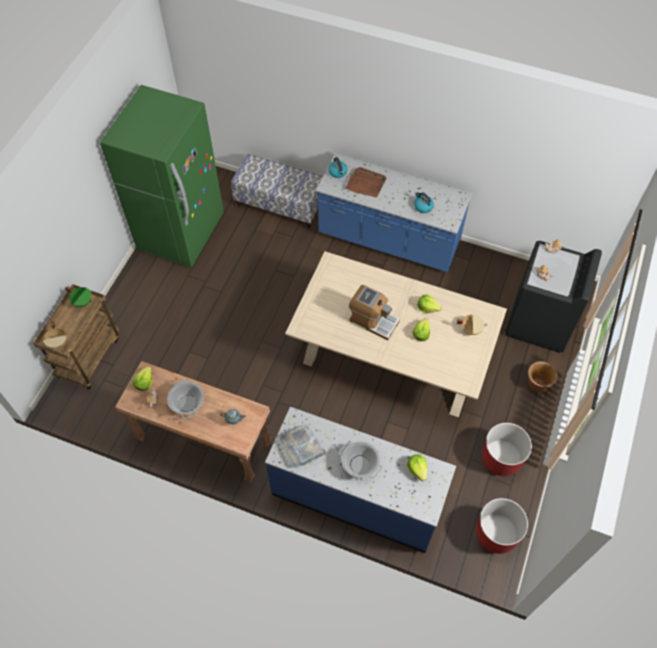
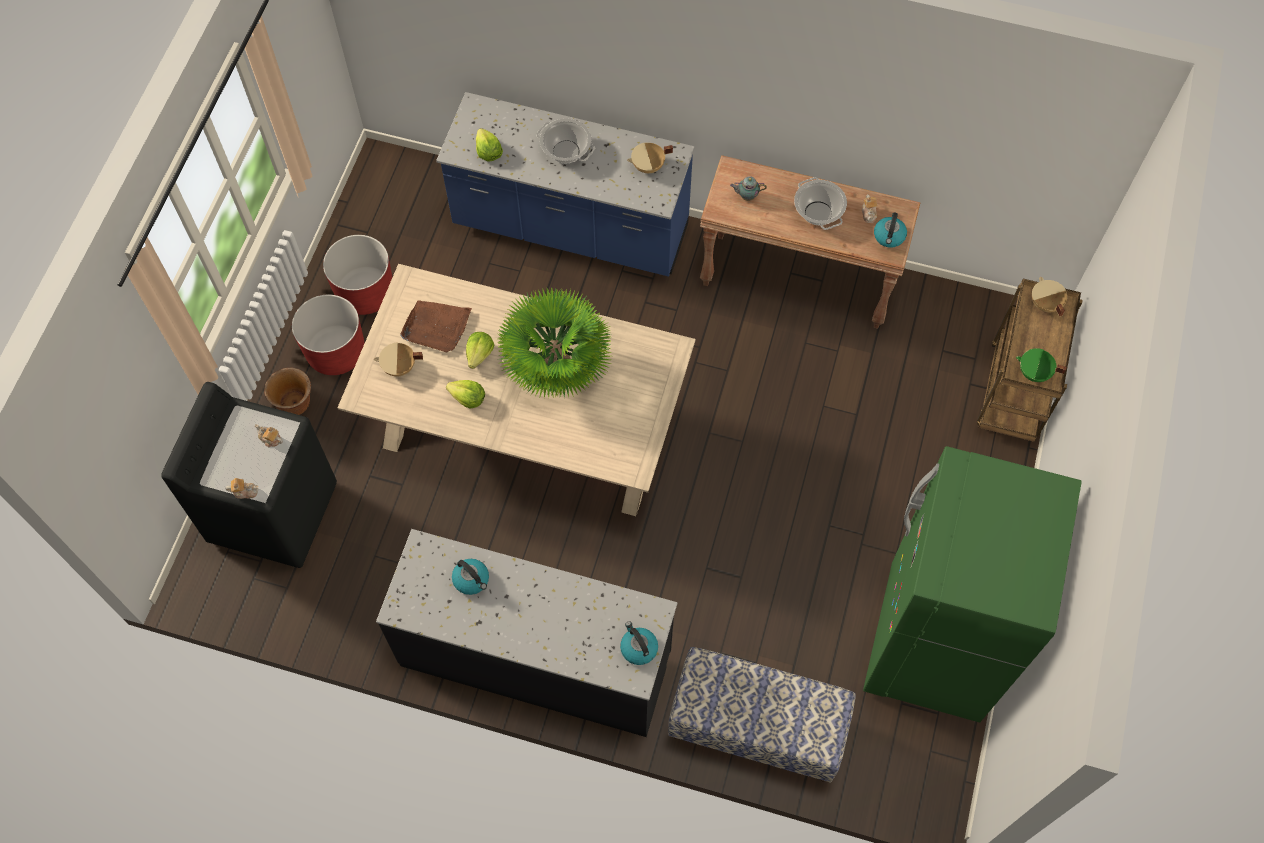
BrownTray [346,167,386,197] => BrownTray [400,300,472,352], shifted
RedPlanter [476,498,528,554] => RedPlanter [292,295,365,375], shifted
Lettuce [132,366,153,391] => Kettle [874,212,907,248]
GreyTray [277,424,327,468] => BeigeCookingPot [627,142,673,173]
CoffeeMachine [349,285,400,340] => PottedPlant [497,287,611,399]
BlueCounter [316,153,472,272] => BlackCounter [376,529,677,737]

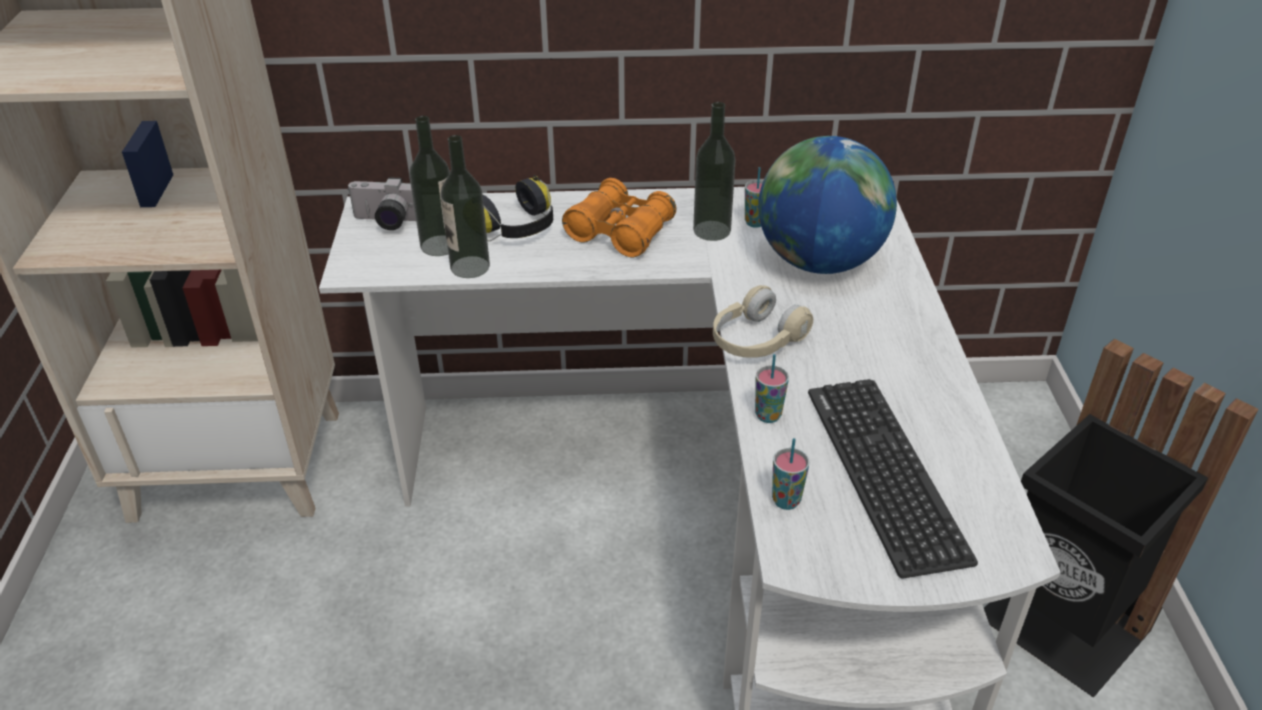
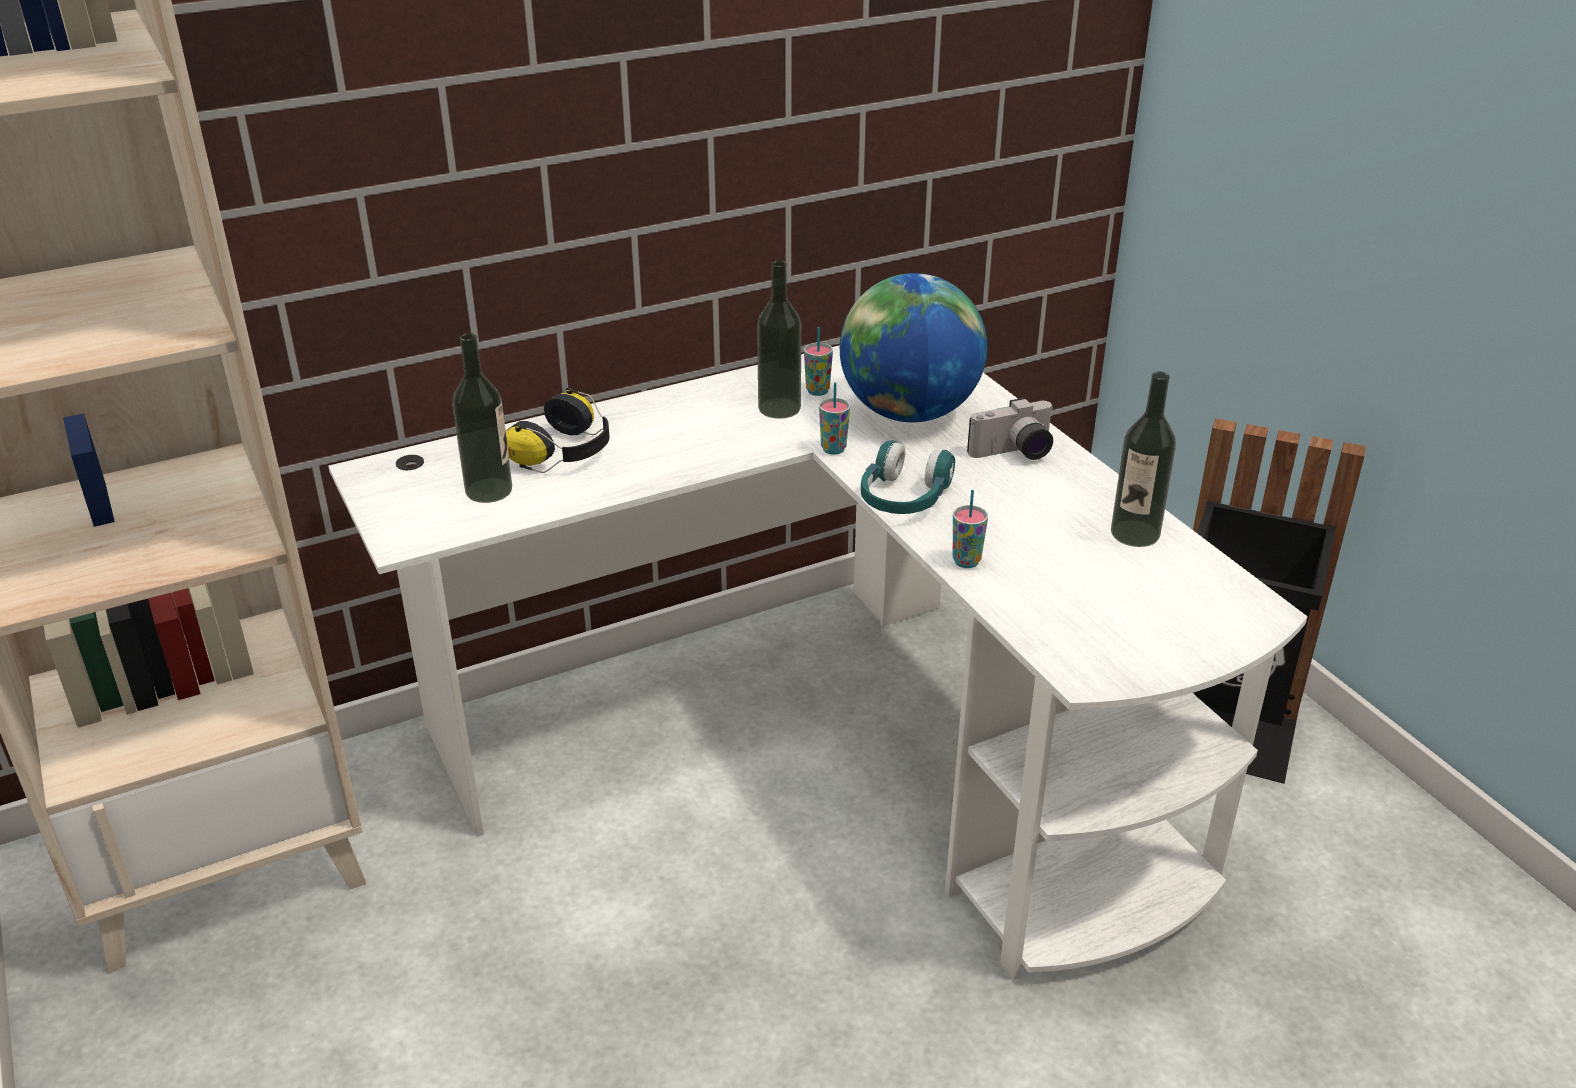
OrangeBinoculars [562,178,676,257] => nothing
Keyboard [808,379,978,578] => nothing
PhotoCamera [347,177,416,230] => PhotoCamera [967,398,1054,460], shifted
Bottle [441,135,490,278] => Bottle [1111,371,1176,547], shifted
Cup [772,438,810,510] => Cup [819,382,850,455], shifted
BeigeHeadphones [713,285,813,358] => TurquoiseHeadphones [861,440,955,514]

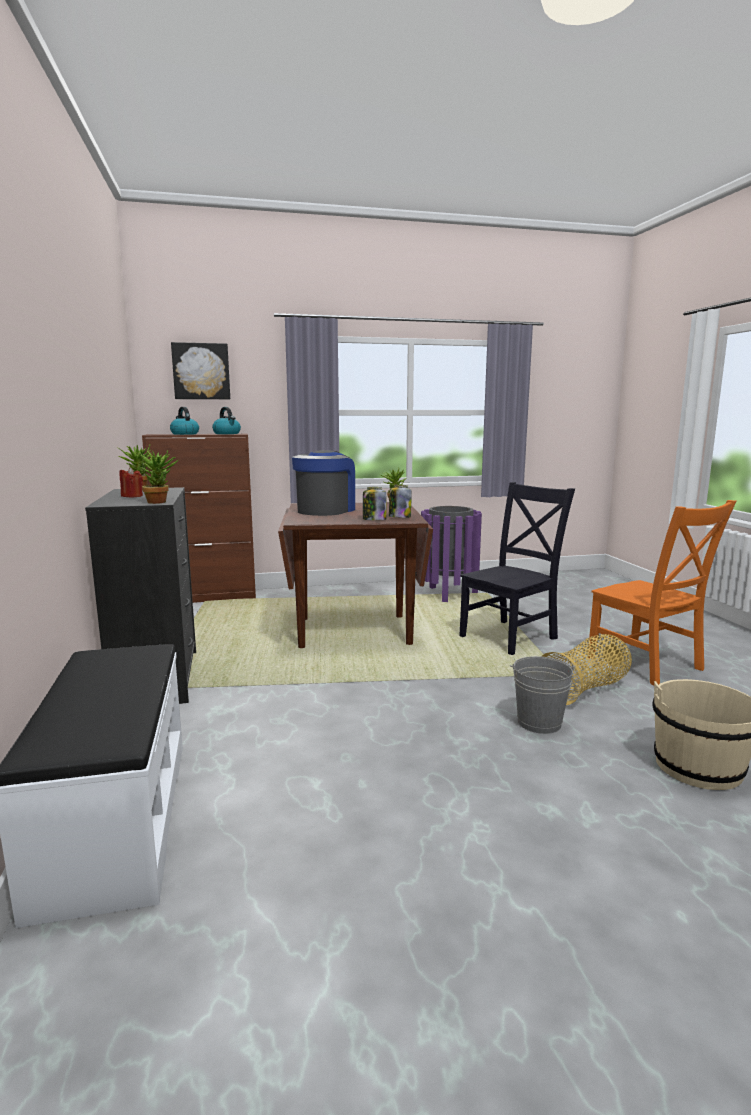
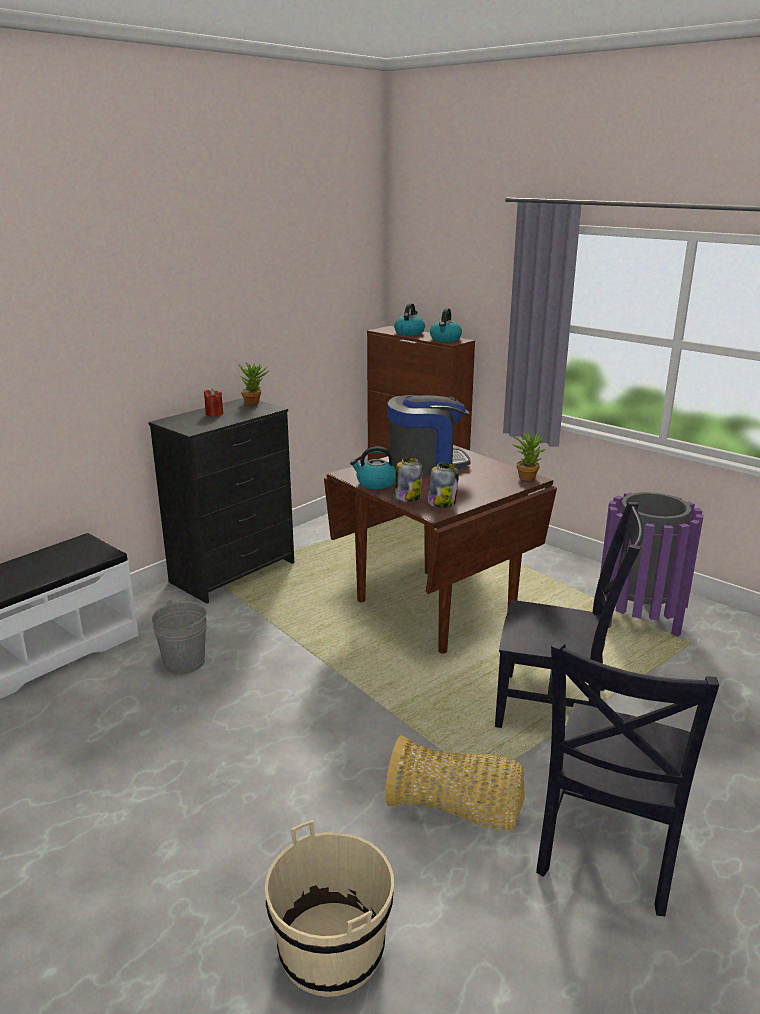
PottedPlant [137,450,178,504] => nothing
Picture [171,342,230,399] => nothing
nothing => Kettle [350,446,396,489]
GreyBucket [510,656,575,734] => GreyBucket [151,600,207,674], shifted
OrangeChair [588,500,736,685] => BlackChair [536,641,719,916]

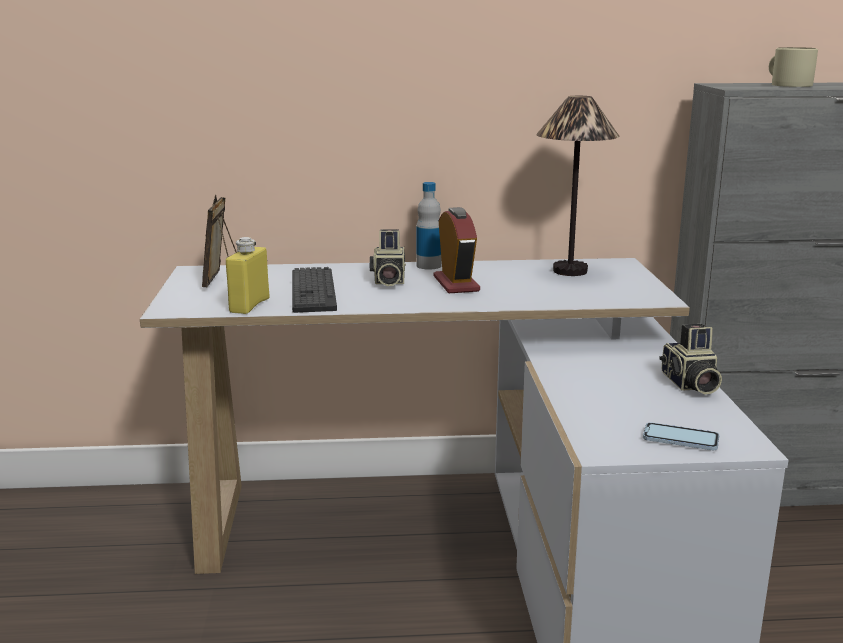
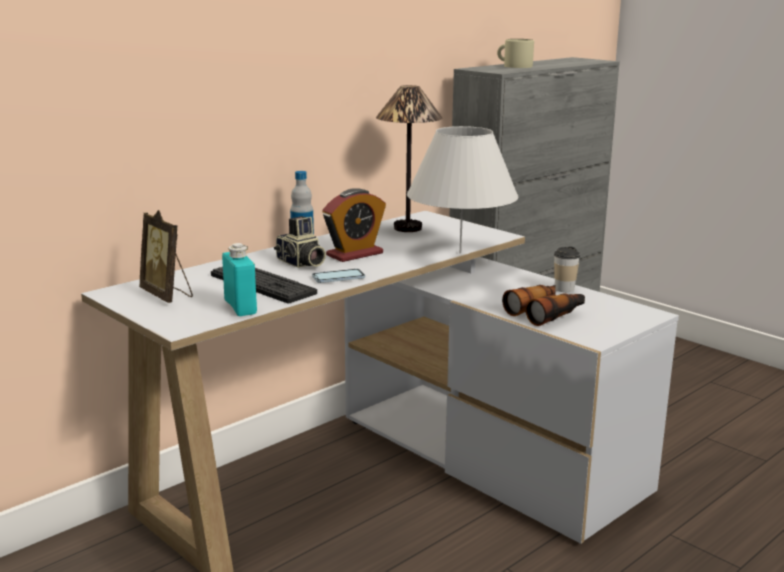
nothing => WhiteTableLamp [407,126,519,254]
nothing => Binoculars [502,285,585,326]
Phone [643,422,719,450] => Phone [312,269,365,283], shifted
PhotoCamera [659,324,722,395] => Cup [554,246,580,292]
YellowBottle [226,237,269,314] => TurquoiseBottle [222,243,257,316]
AlarmClock [434,207,480,293] => AlarmClock [322,188,386,262], 105 degrees clockwise

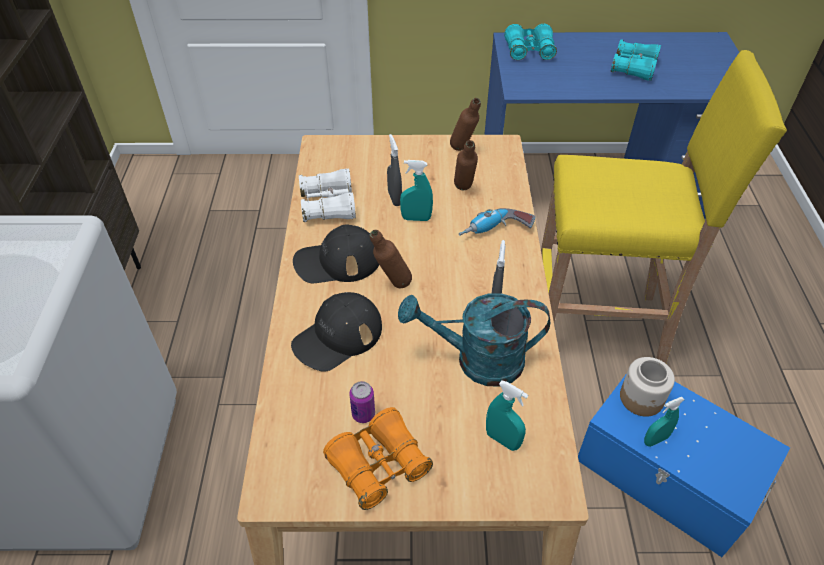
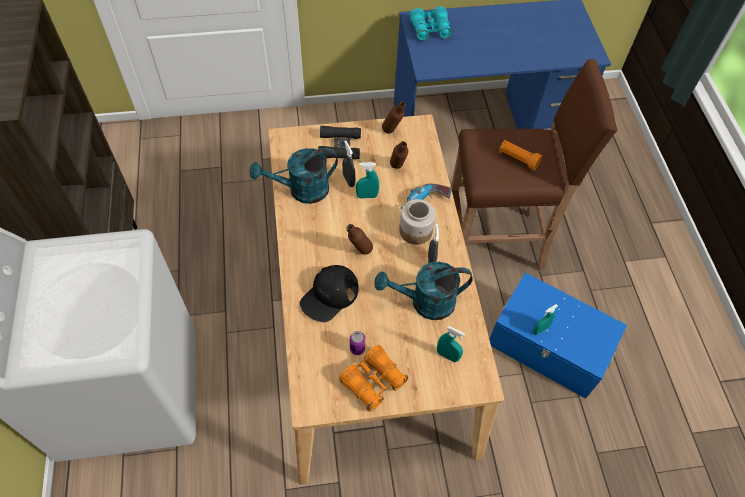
BlackCap [293,224,379,283] => nothing
TurquoiseBinoculars [611,39,661,81] => nothing
nothing => BlackBinoculars [318,126,361,159]
nothing => OrangeFlashlight [499,140,542,171]
Jar [620,357,675,417] => Jar [399,199,436,245], shifted
WhiteBinoculars [299,168,356,222] => TurquoiseWateringCan [250,148,338,204]
YellowStool [541,50,787,363] => BrownStool [451,59,618,270]

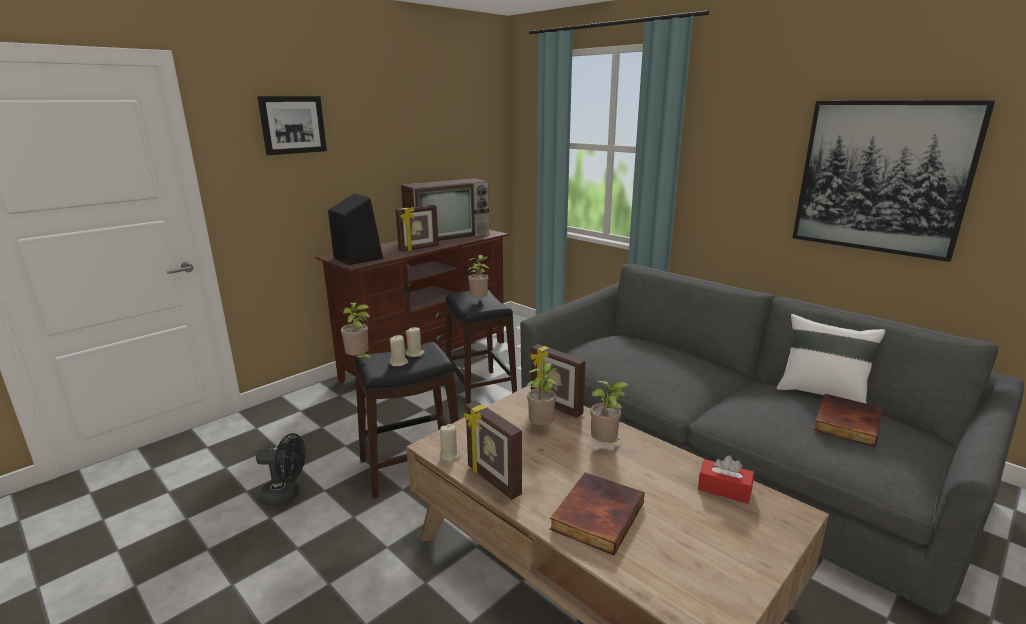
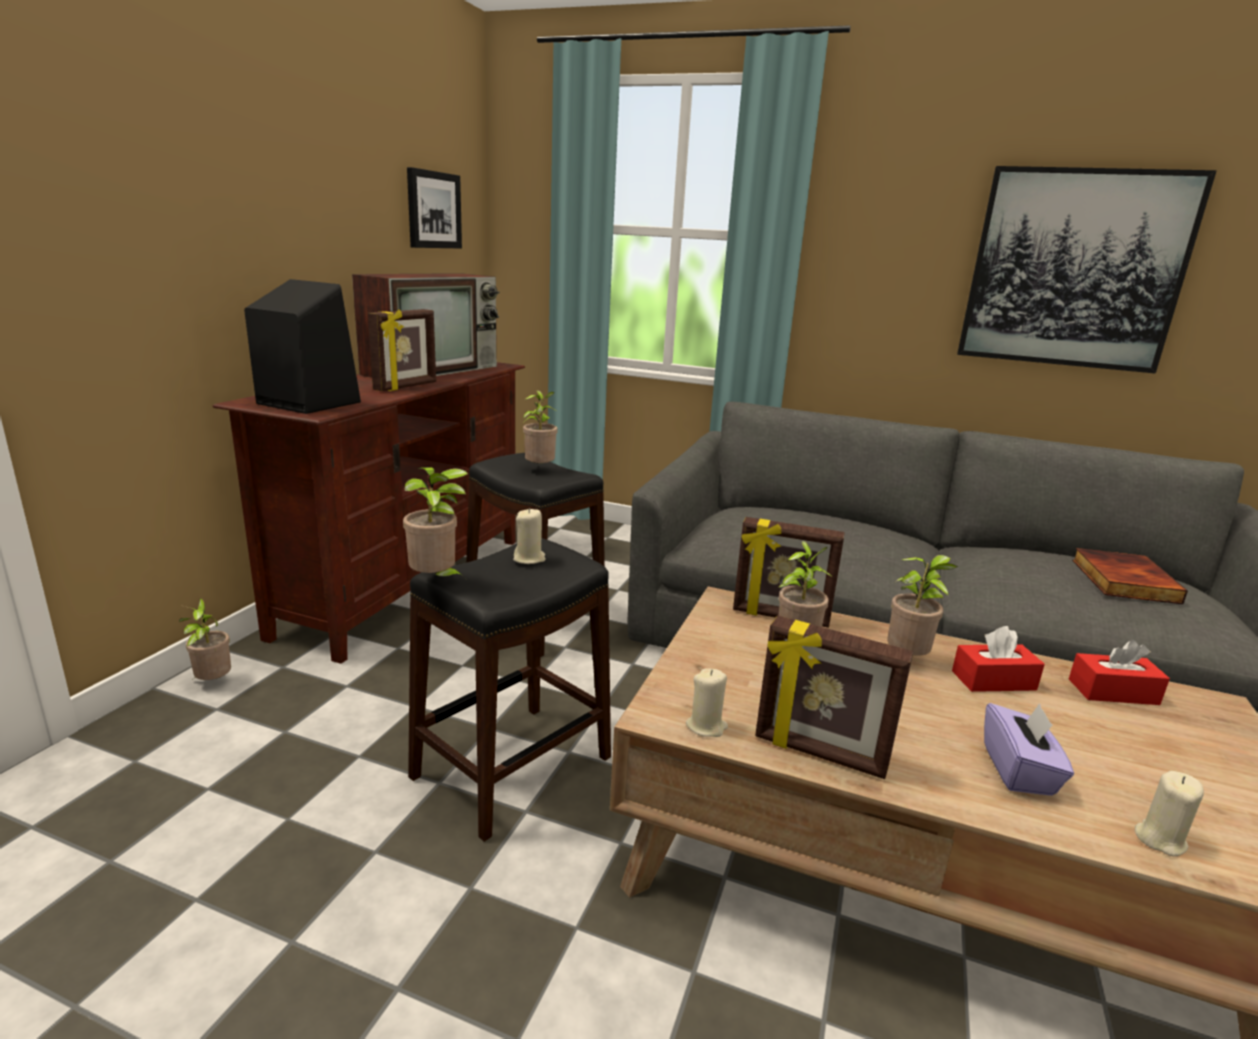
BlackFan [256,433,305,506] => nothing
WhitePillow [777,314,885,403] => nothing
nothing => PottedPlant [179,598,231,680]
nothing => RedTissueBox [952,626,1045,692]
Picture [257,96,327,155] => Picture [407,167,462,249], shifted
BeigeCandle [389,335,408,366] => BeigeCandle [1135,771,1204,857], shifted
Book [549,472,645,555] => PurpleTissueBox [984,703,1074,796]

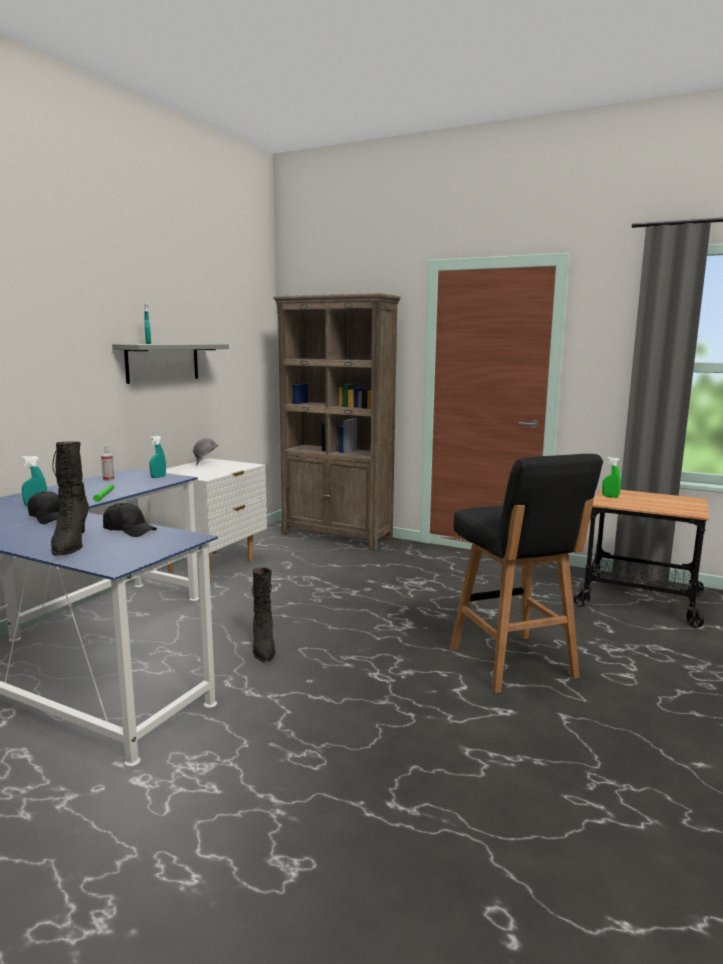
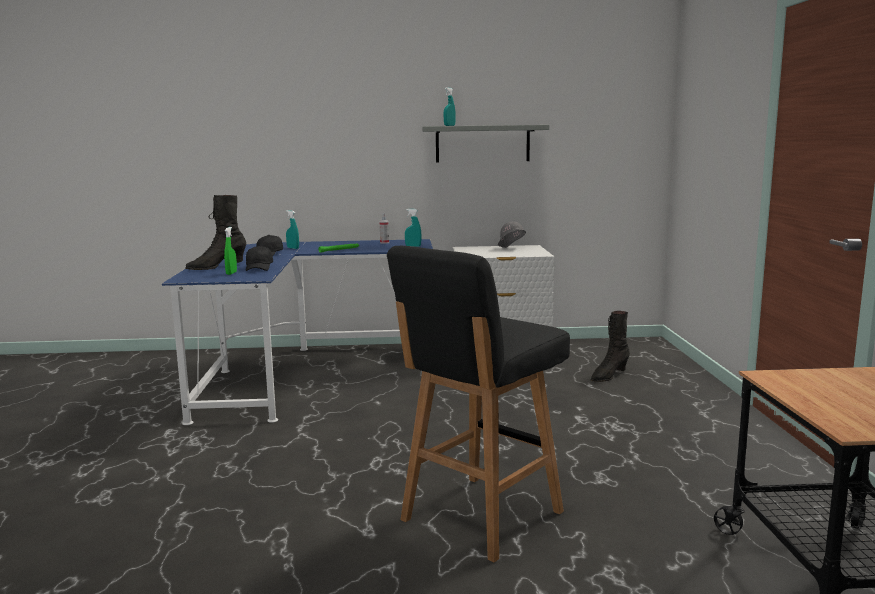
BrownBookcase [273,293,401,550] => nothing
BlackBoot [252,567,275,662] => BlackBoot [591,311,630,382], shifted
GreenSprayBottle [602,457,621,498] => GreenSprayBottle [224,227,237,275], shifted

